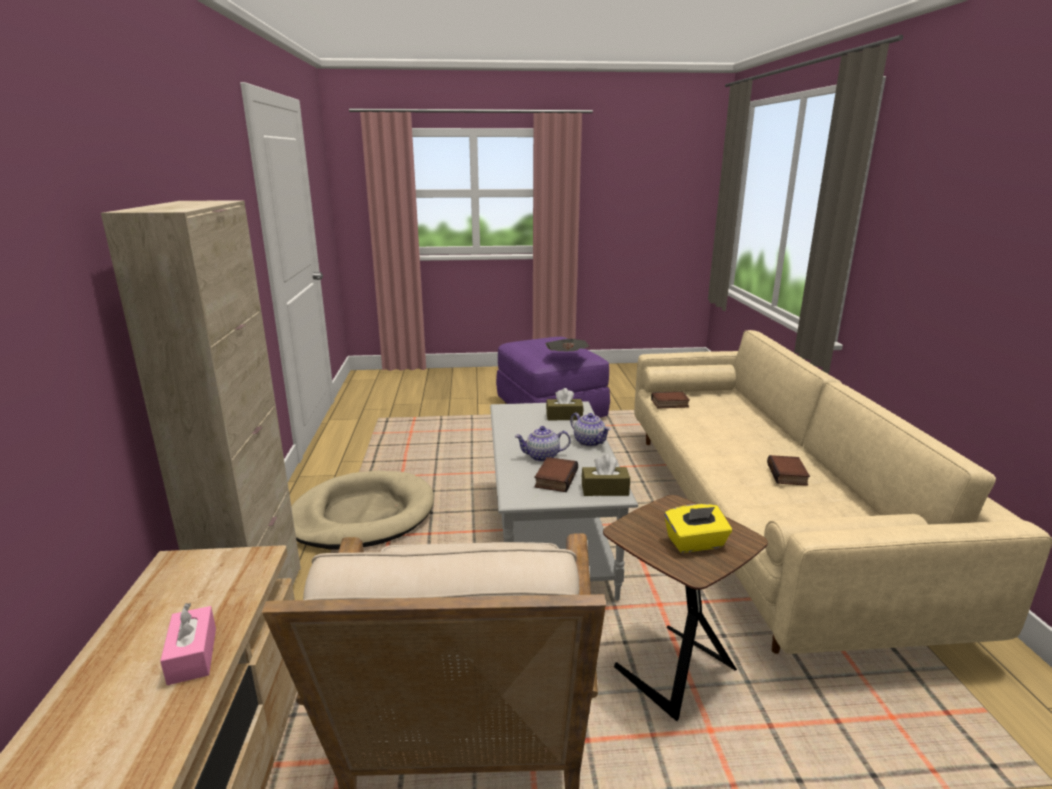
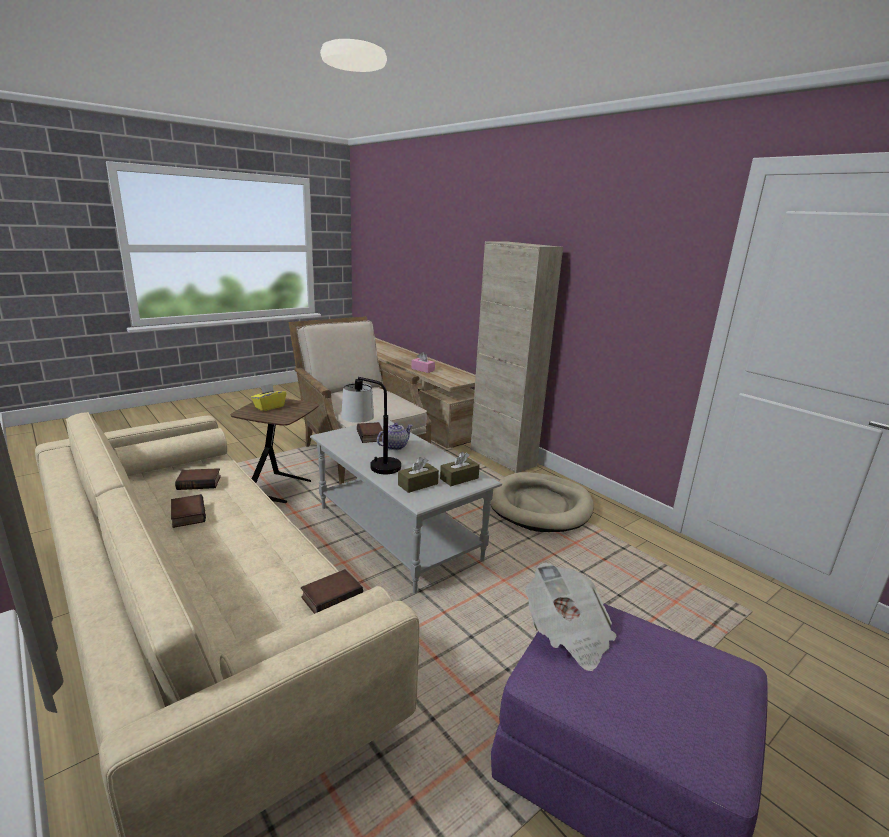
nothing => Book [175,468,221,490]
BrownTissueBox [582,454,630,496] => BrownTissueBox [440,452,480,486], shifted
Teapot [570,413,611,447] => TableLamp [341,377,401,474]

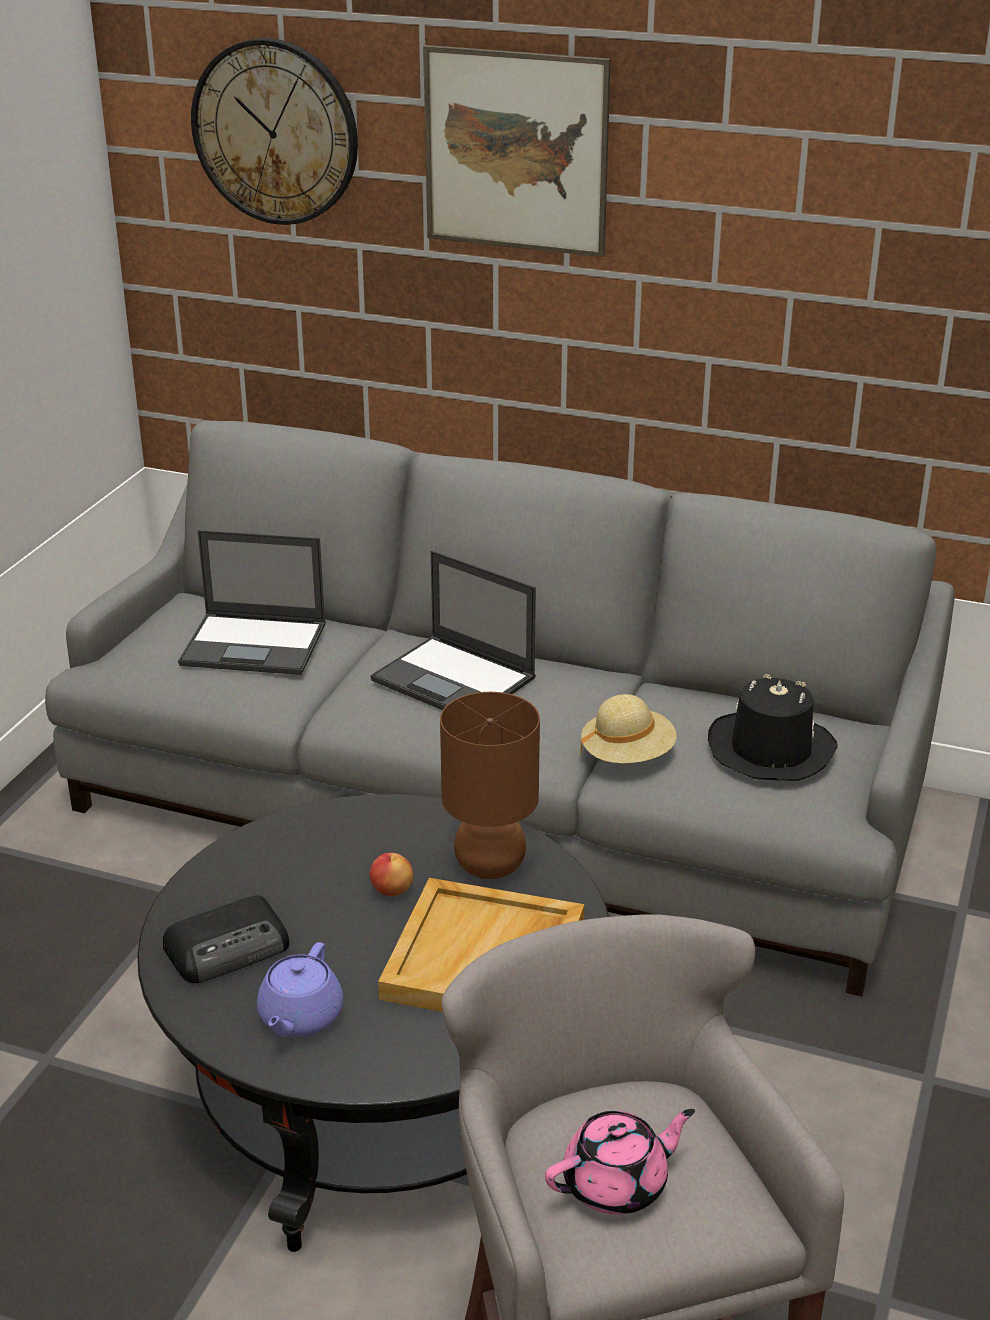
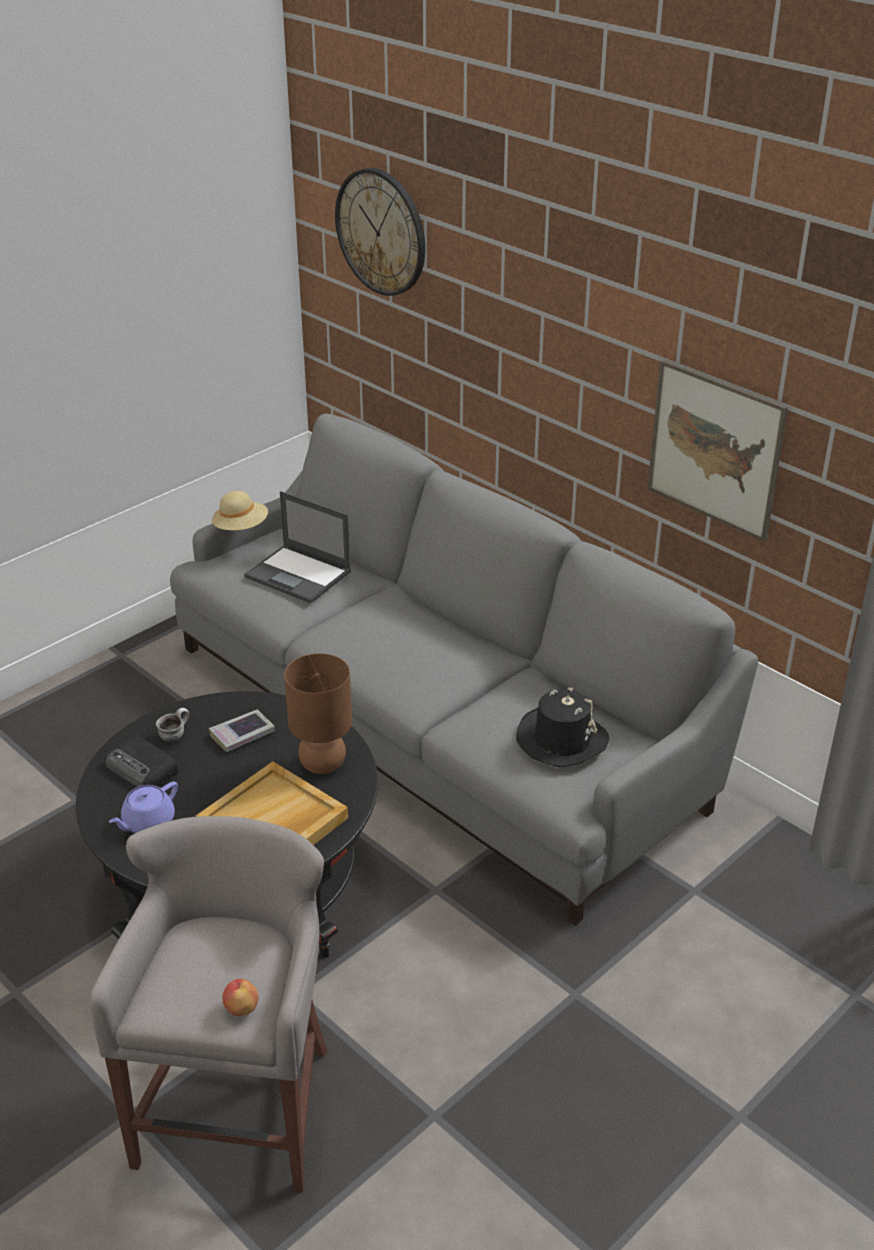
Laptop [370,550,536,710] => nothing
PinkTeapot [545,1109,695,1215] => nothing
nothing => Mug [156,708,189,742]
nothing => Book [209,709,275,752]
Apple [370,853,413,896] => Apple [222,979,258,1016], shifted
Picture [423,45,611,257] => Picture [647,359,788,541], shifted
BeigeHat [580,694,677,764] => BeigeHat [212,491,268,530], shifted
Radio [163,895,289,983] => Radio [104,734,178,787], 45 degrees clockwise

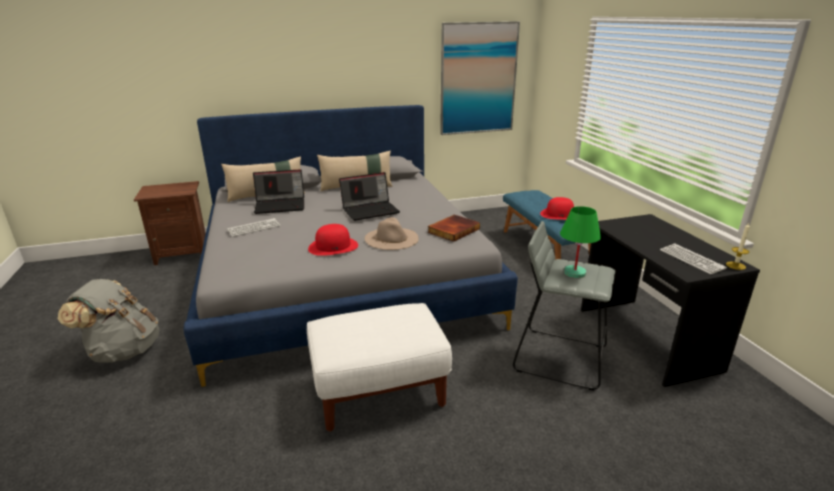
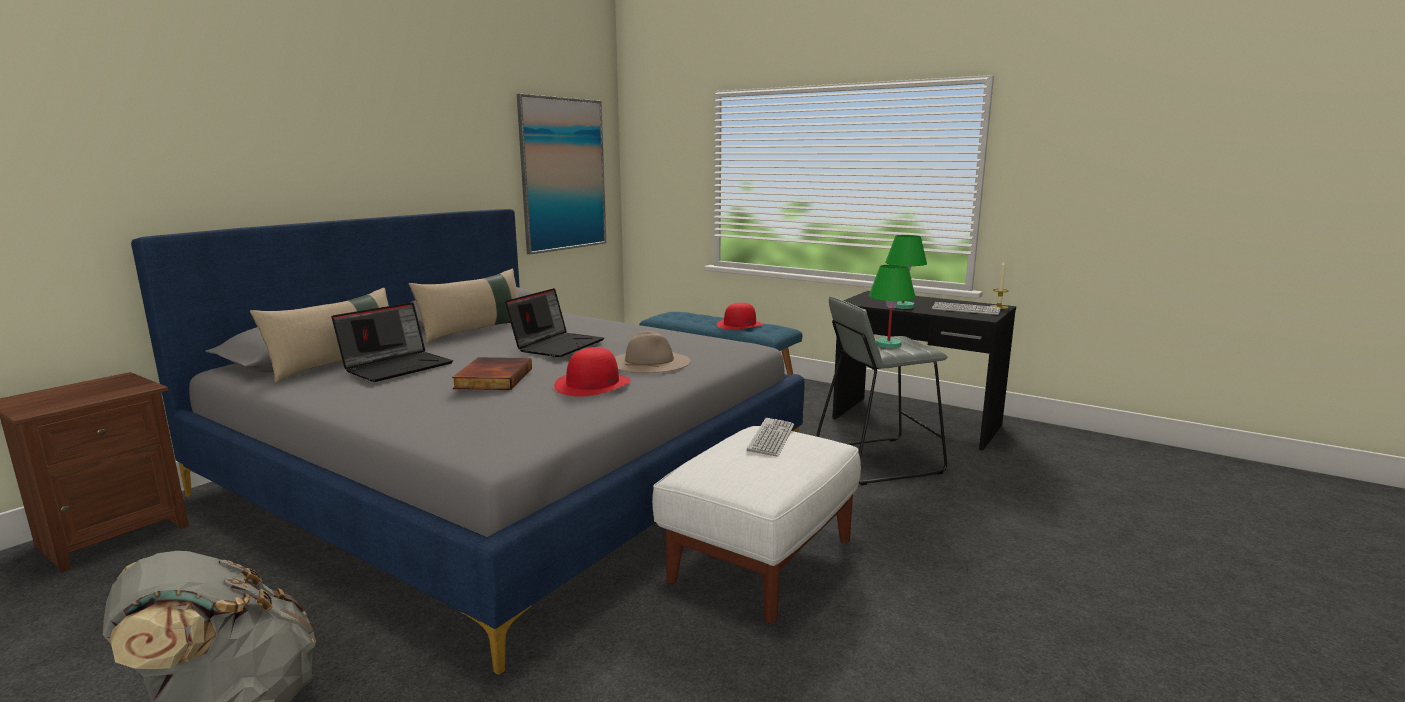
nothing => GreenTableLamp [885,235,927,309]
Keyboard [227,218,280,237] => Keyboard [747,418,794,457], shifted
Book [428,215,480,242] => Book [452,357,532,390], shifted

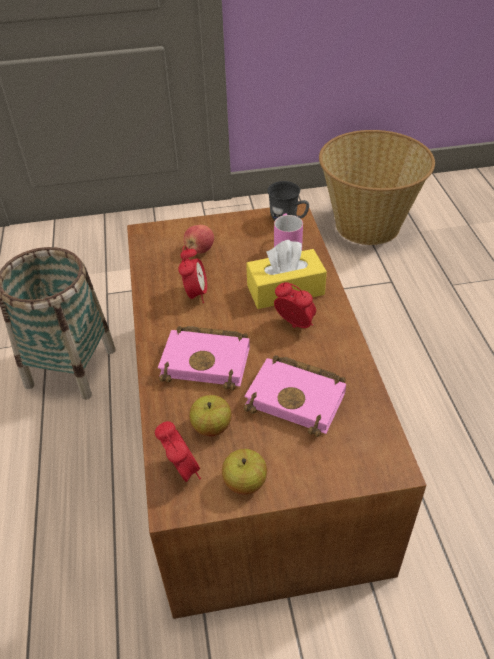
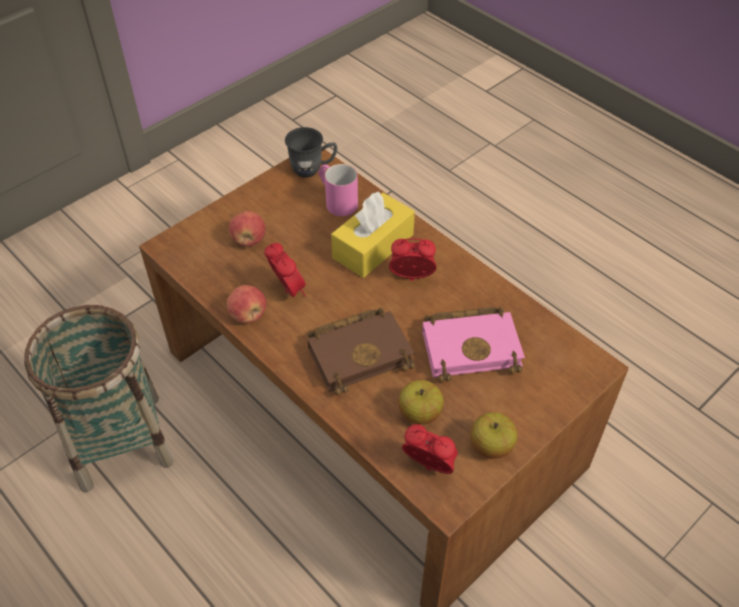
Basket [319,130,435,245] => nothing
nothing => Apple [227,285,266,323]
PinkBook [158,326,250,390] => BrownBook [307,308,415,395]

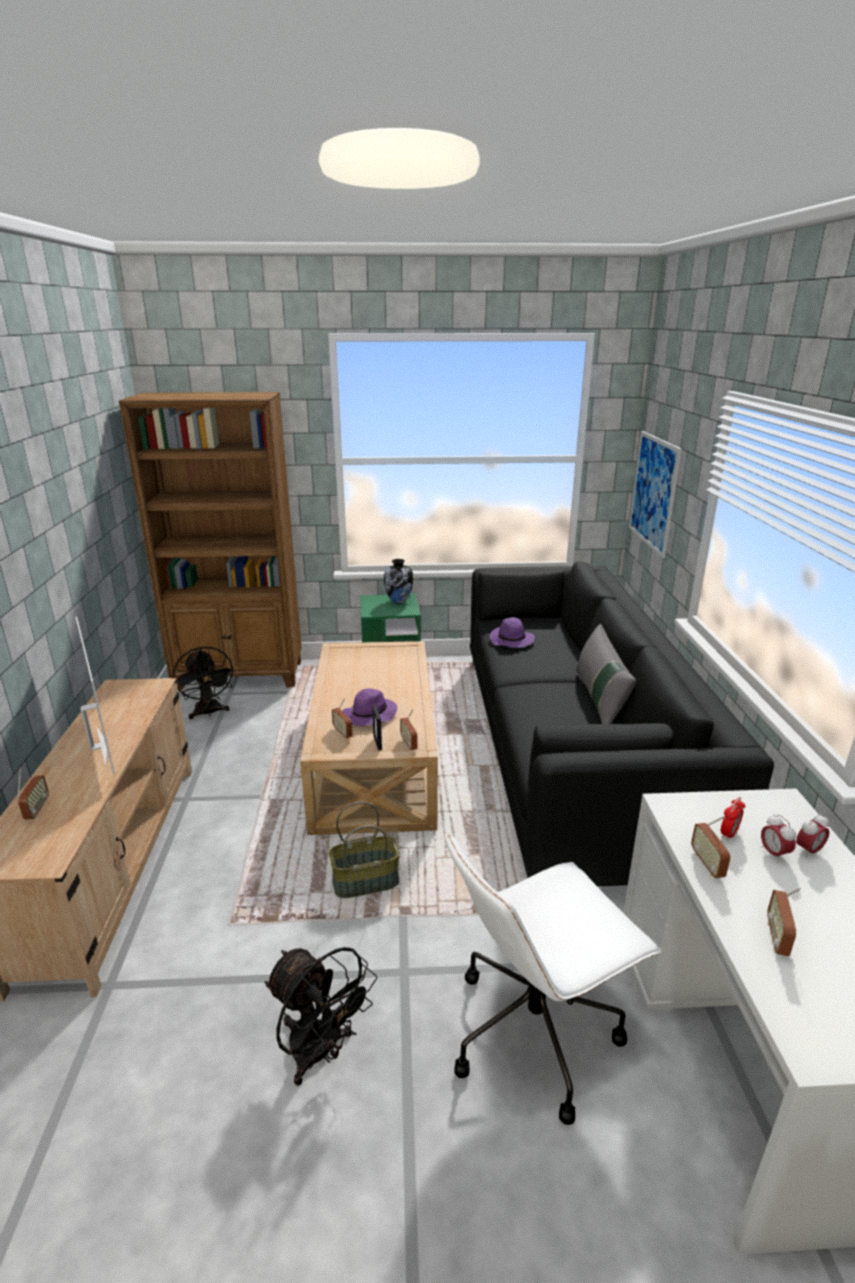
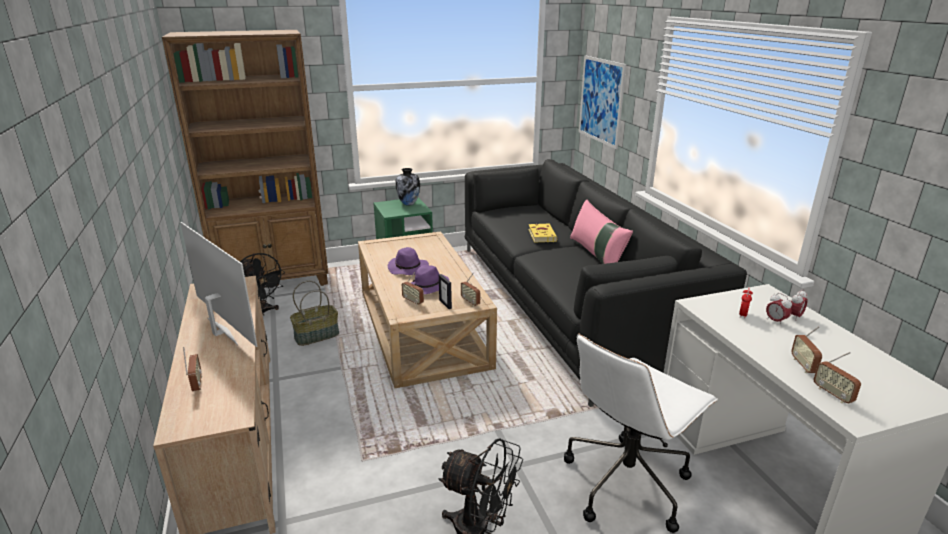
nothing => YellowBook [528,224,558,243]
Basket [329,802,400,898] => Basket [290,281,339,346], shifted
PurpleHat [490,617,535,648] => PurpleHat [388,247,429,275], shifted
Radio [691,816,730,878] => Radio [814,352,861,403], shifted
GreyPillow [576,624,637,724] => PinkPillow [570,199,633,264]

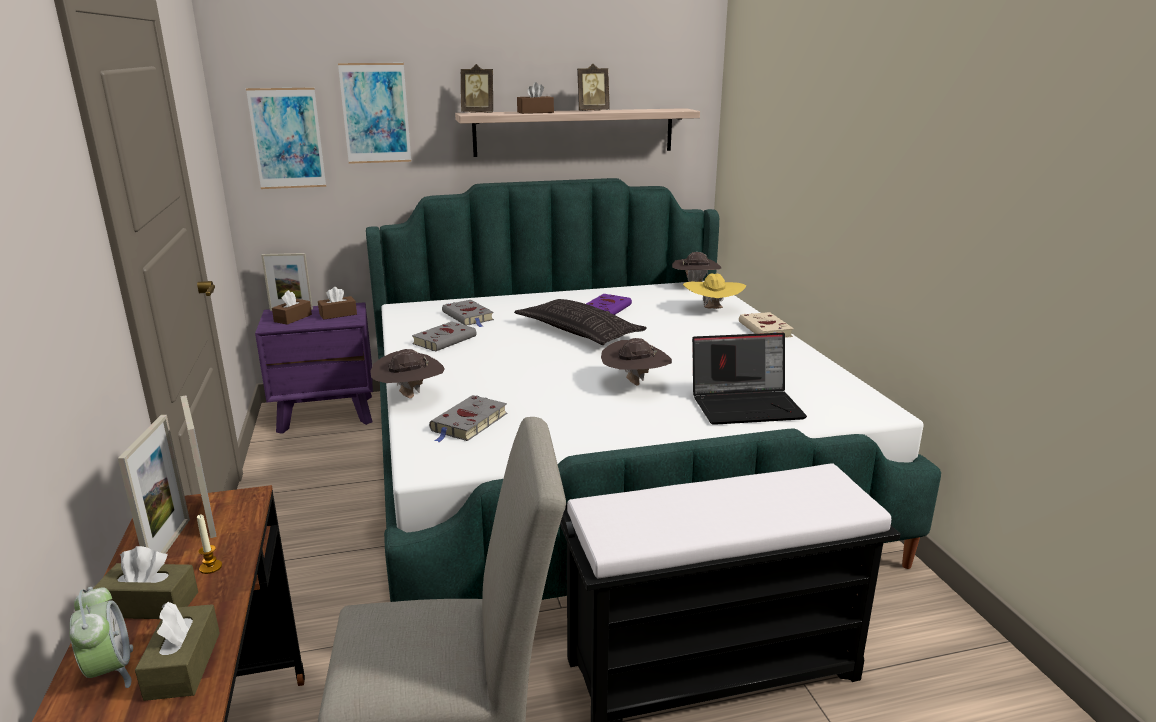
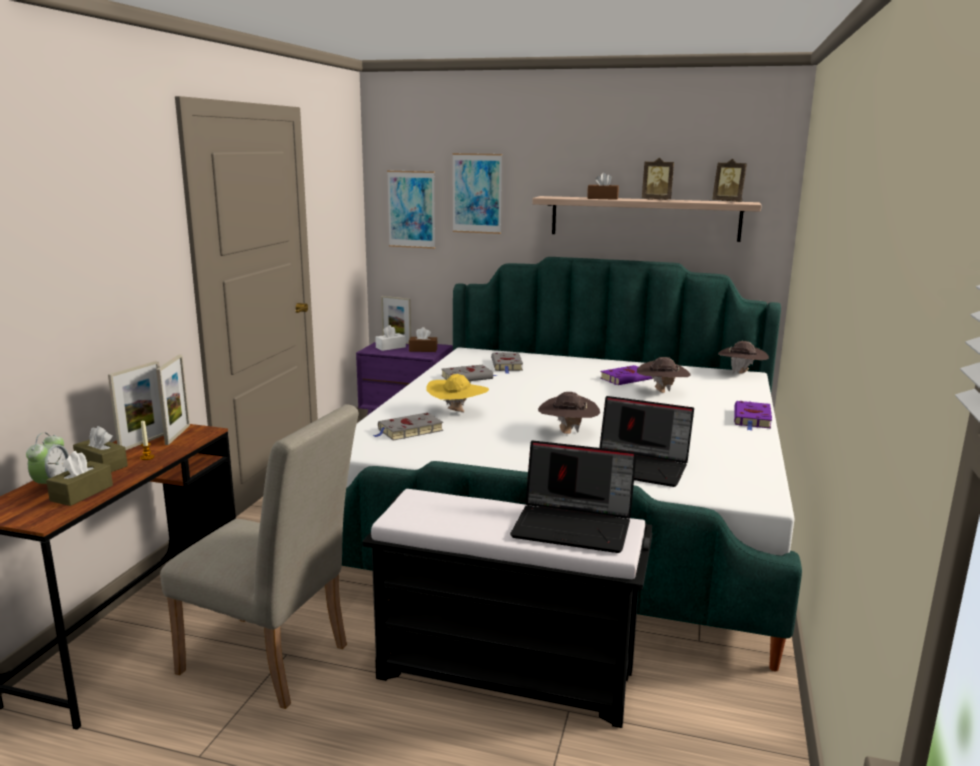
Pillow [514,299,647,345] => nothing
nothing => Laptop [510,440,636,553]
BrownHat [370,349,444,398] => BrownHat [637,357,691,393], shifted
PictureFrame [461,64,493,113] => PictureFrame [712,159,747,202], shifted
YellowHat [683,273,746,309] => YellowHat [426,374,489,412], shifted
BrownTissueBox [272,290,312,325] => WhiteTissueBox [375,325,406,351]
BeigeBook [739,312,794,338] => PurpleBook [734,401,772,431]

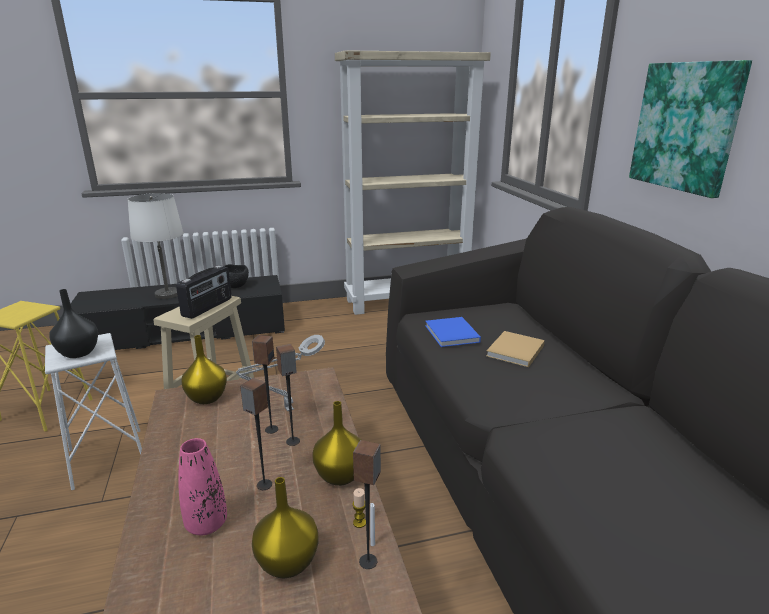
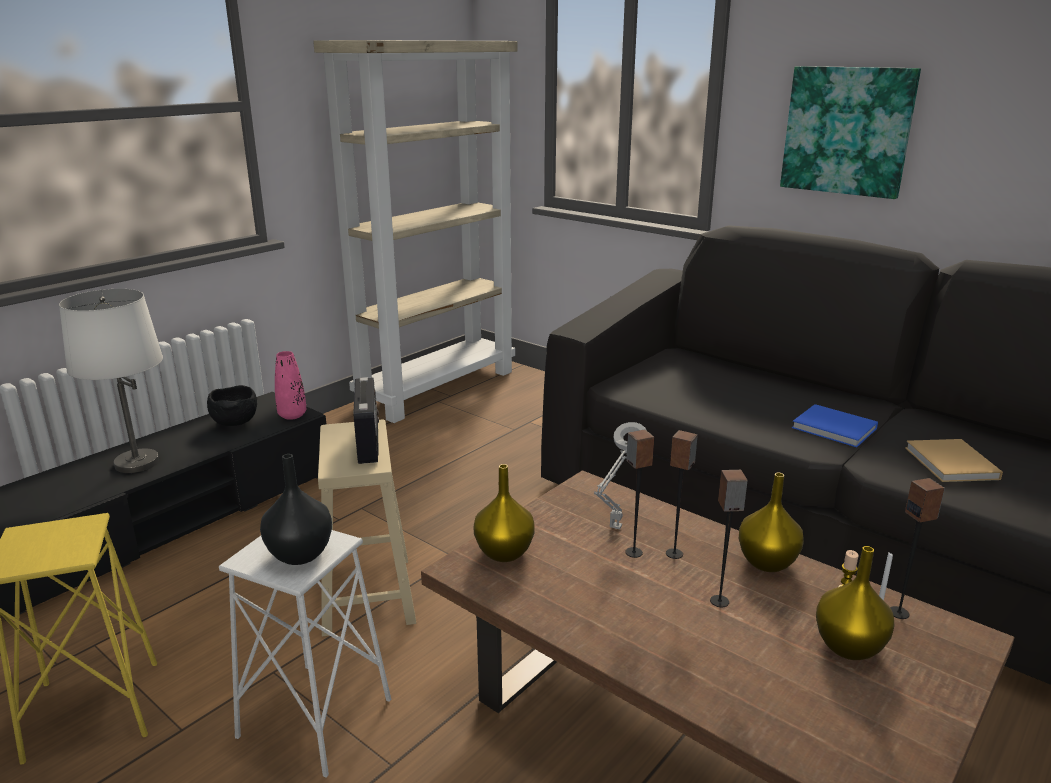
PinkVase [178,438,227,535] => PinkVase [275,351,306,420], shifted
BlueBook [425,317,481,347] => BlueBook [792,404,878,447], shifted
BeigeBook [486,331,545,367] => BeigeBook [905,439,1003,482], shifted

